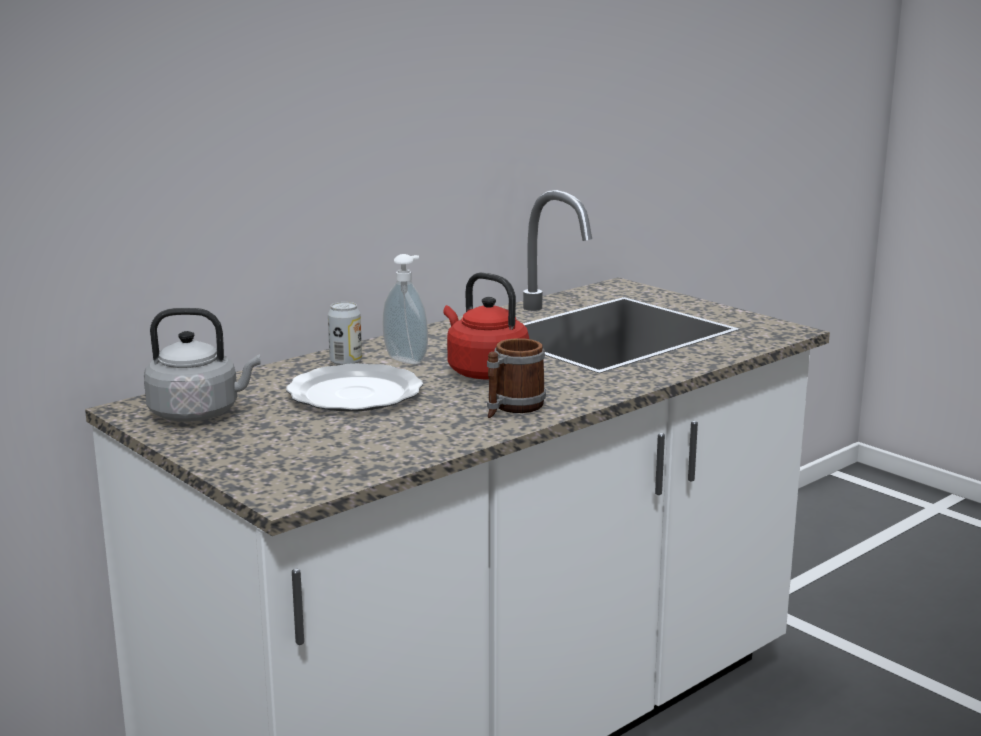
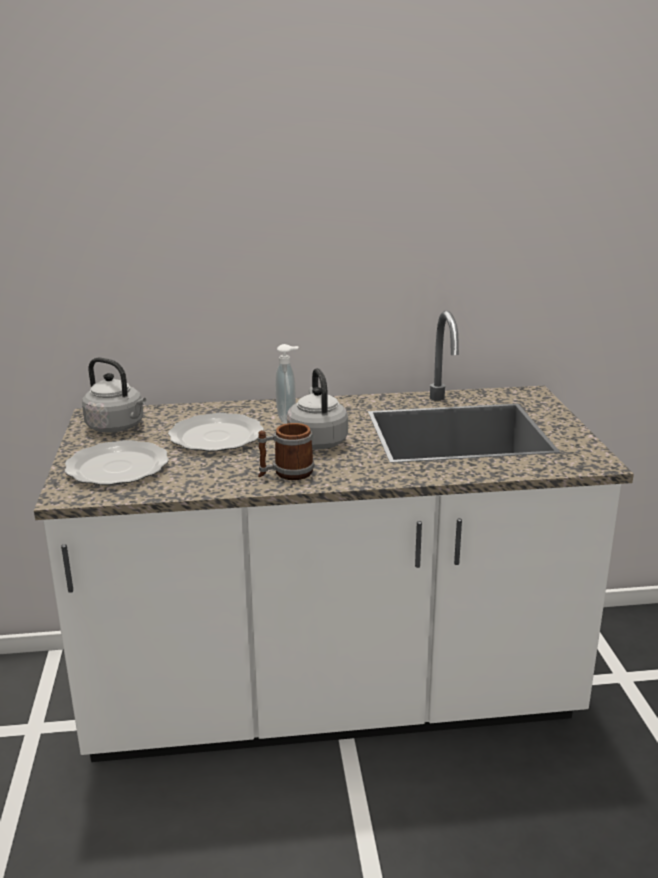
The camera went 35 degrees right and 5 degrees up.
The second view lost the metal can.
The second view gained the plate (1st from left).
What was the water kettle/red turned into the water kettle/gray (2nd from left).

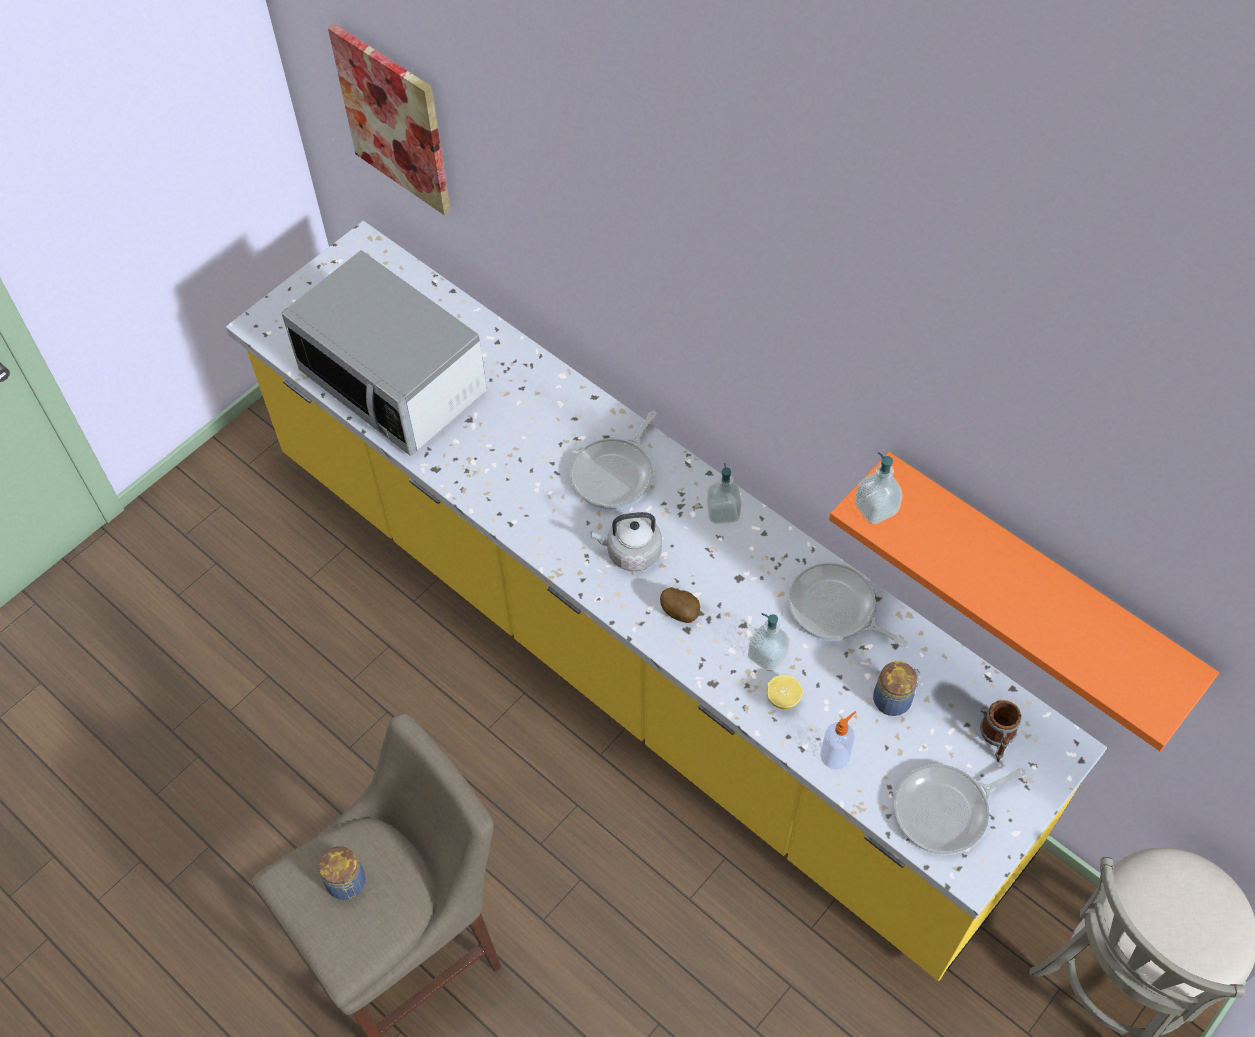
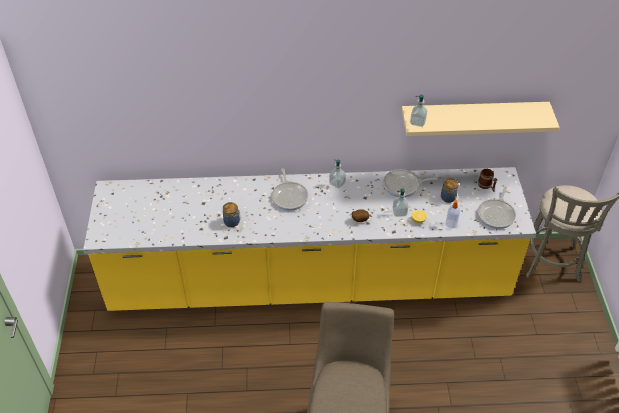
The camera went 45 degrees left and 10 degrees down.
The second view lost the microwave oven.
The second view lost the wall art.
The second view lost the water kettle/gray.
The jar (1st from left) ended up elsewhere.
What was the wall shelf/orange-coloured turned into the wall shelf/sand-coloured.

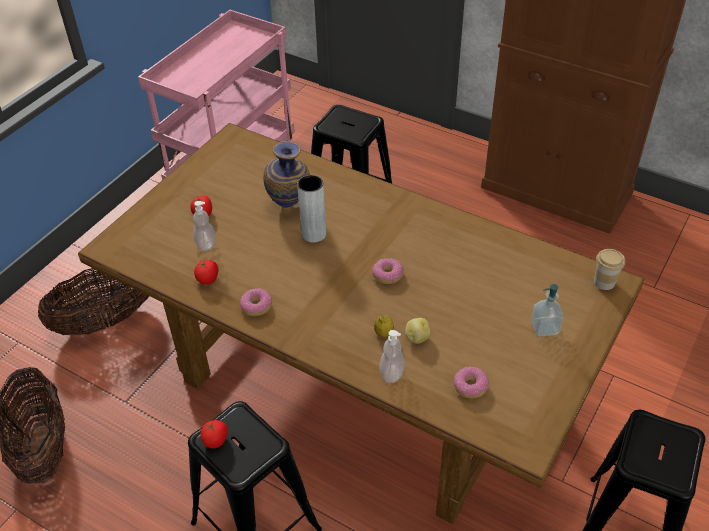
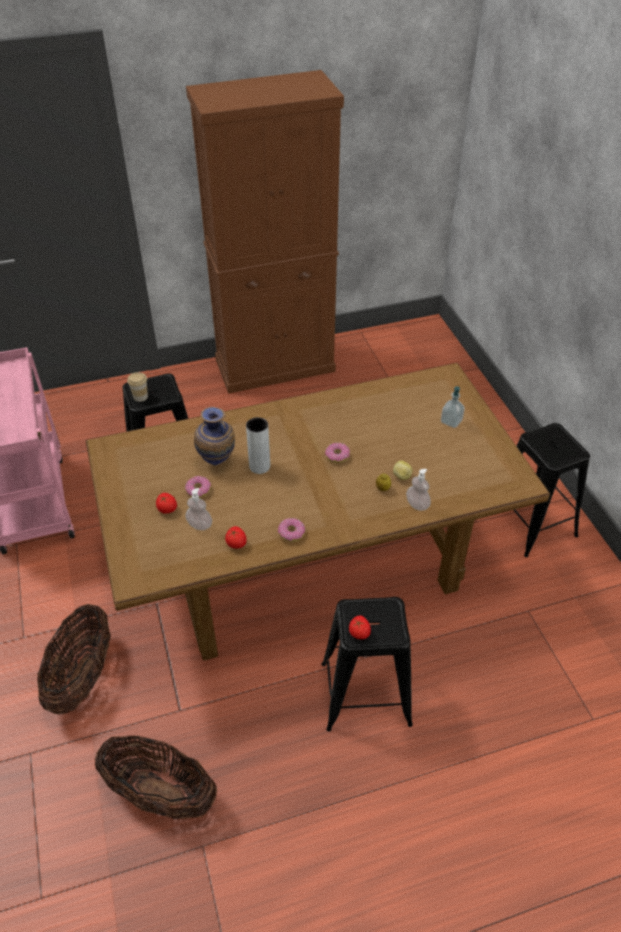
The camera went 50 degrees left and 0 degrees up.
The ring doughnut (3rd from left in the first image) ended up elsewhere.
The cup ended up elsewhere.

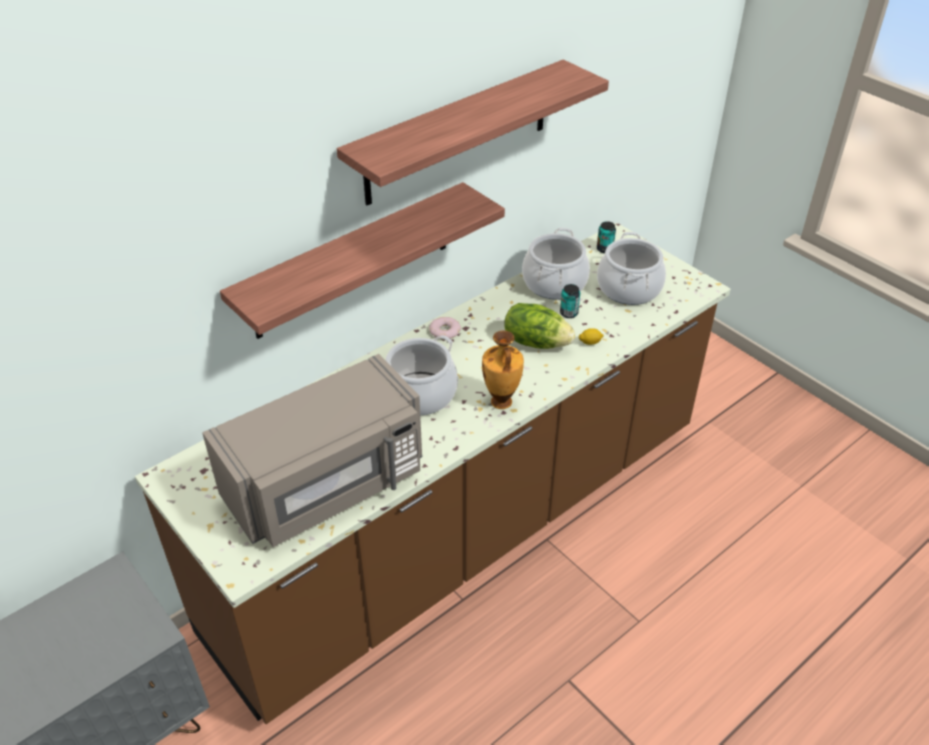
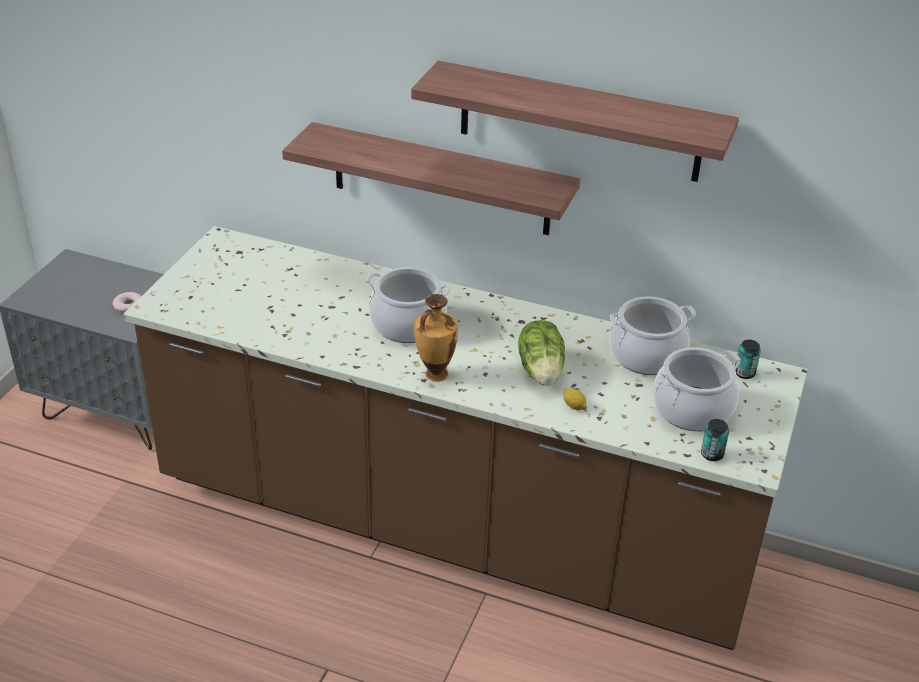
The camera went 60 degrees right and 5 degrees down.
The second view lost the microwave oven/gray.
The ring doughnut ended up elsewhere.
The metal can (1st from left) ended up elsewhere.

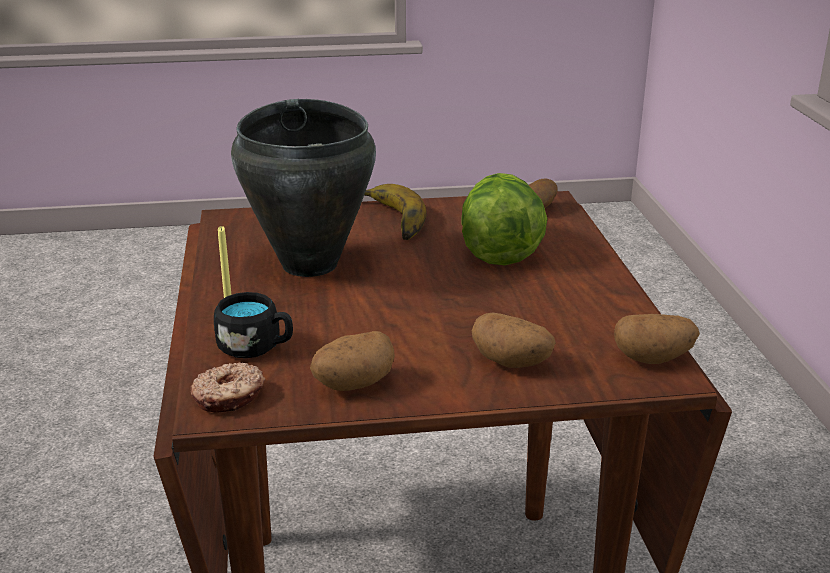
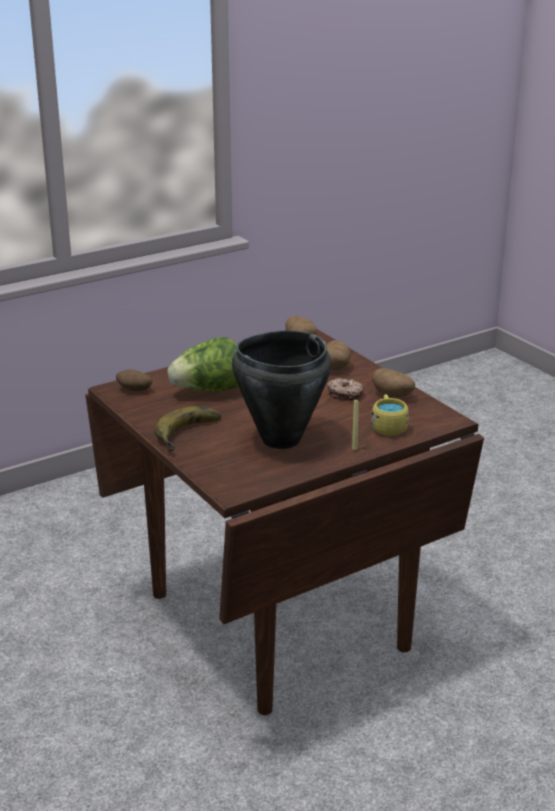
The camera went 115 degrees left and 0 degrees up.
The ring doughnut ended up elsewhere.
What was the coffee mug/blackish turned into the coffee mug/yellow.

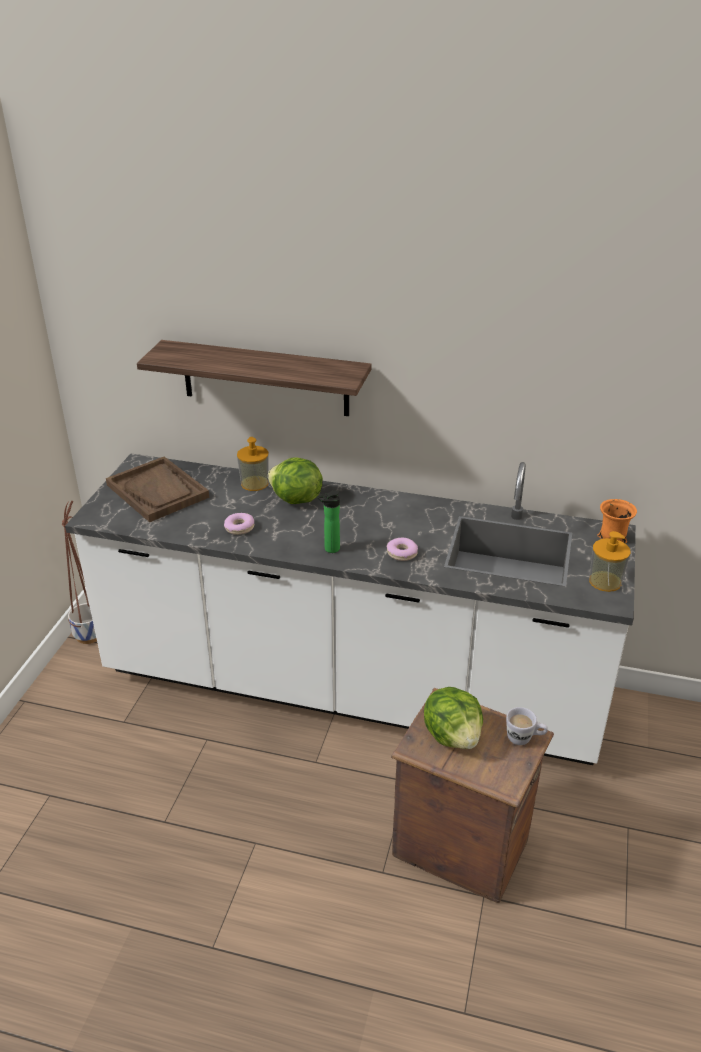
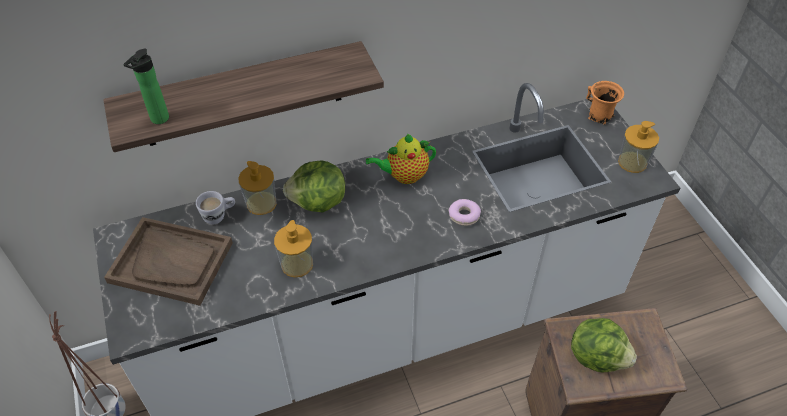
The camera went 35 degrees left and 15 degrees up.
The second view gained the teapot.
The bottle ended up elsewhere.
The coffee mug/white ended up elsewhere.
Where the ring doughnut (1st from left) stood, the liquid soap bottle (2nd from left) came to stand.

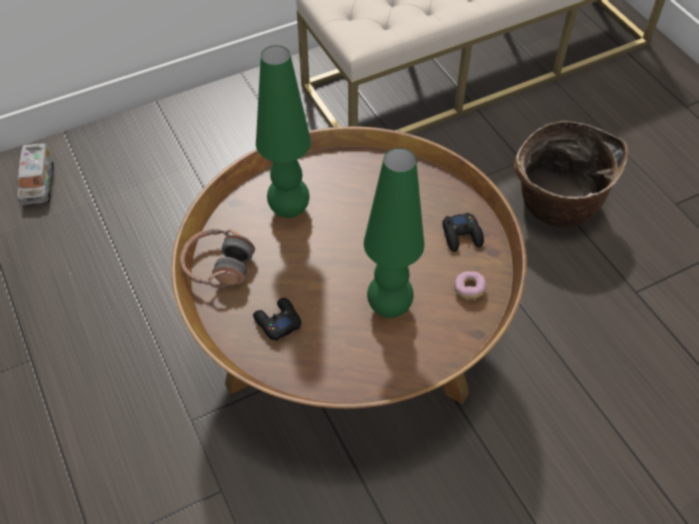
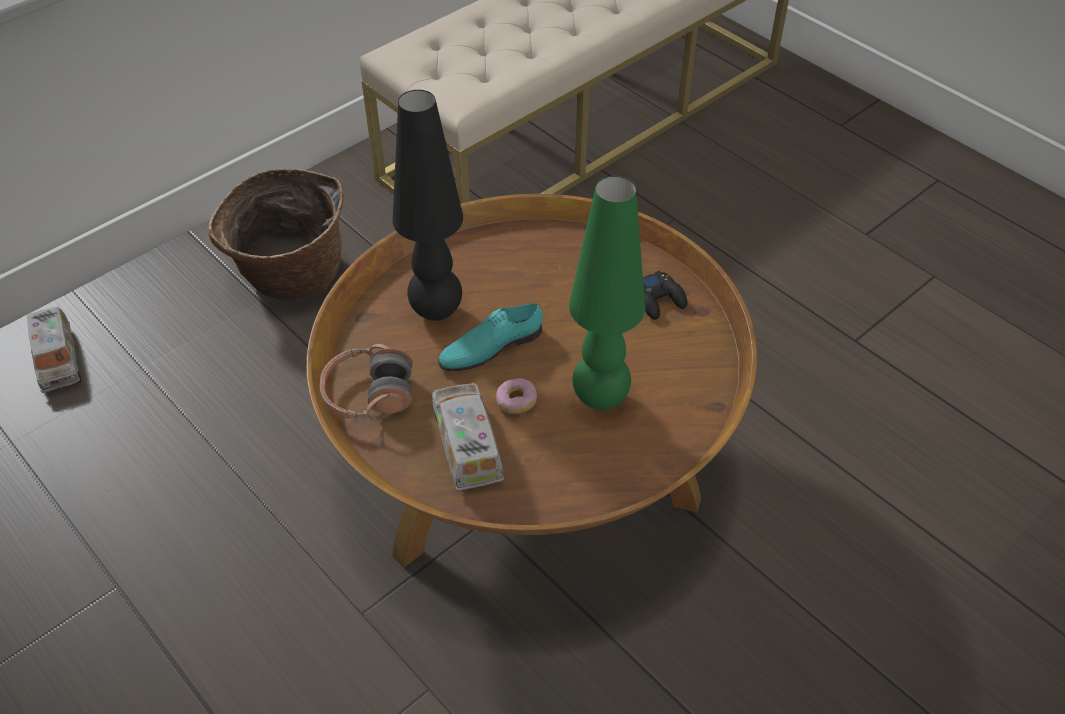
The camera went 15 degrees left and 5 degrees down.
The second view gained the item of footwear/turquoise-coloured.
The ring doughnut ended up elsewhere.
The household basket ended up elsewhere.
Where the gamepad/blackish (1st from left) stood, the model truck (2nd from left) came to stand.
What was the tabletop lamp/green-coloured (1st from left) turned into the tabletop lamp/blackish.

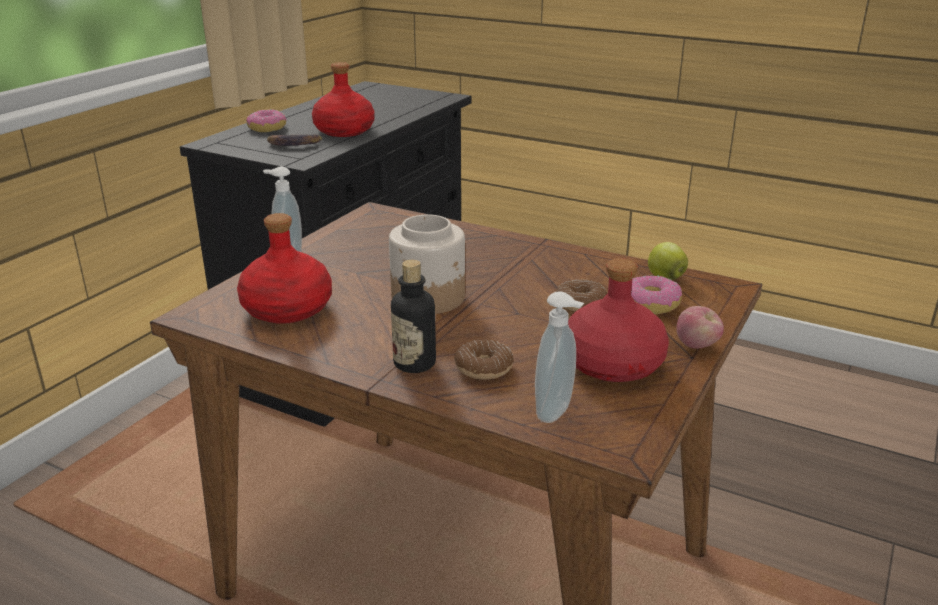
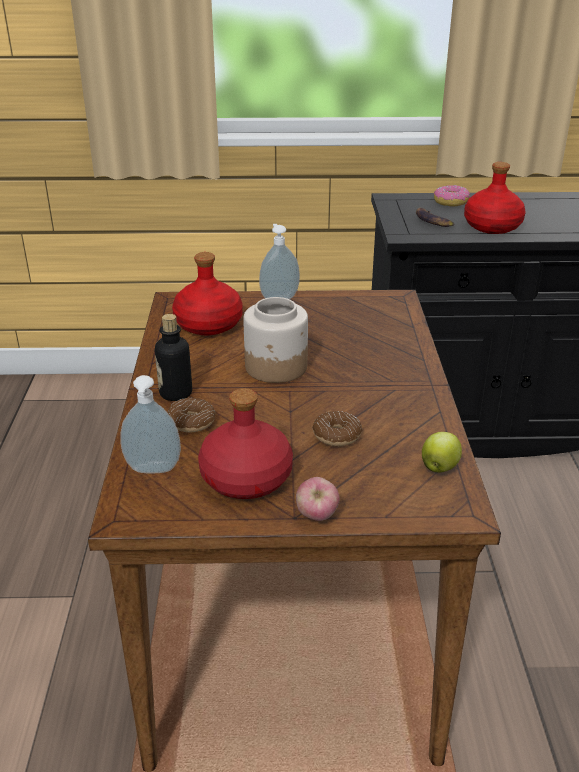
The camera went 60 degrees right and 5 degrees up.
The second view lost the ring doughnut (4th from left).

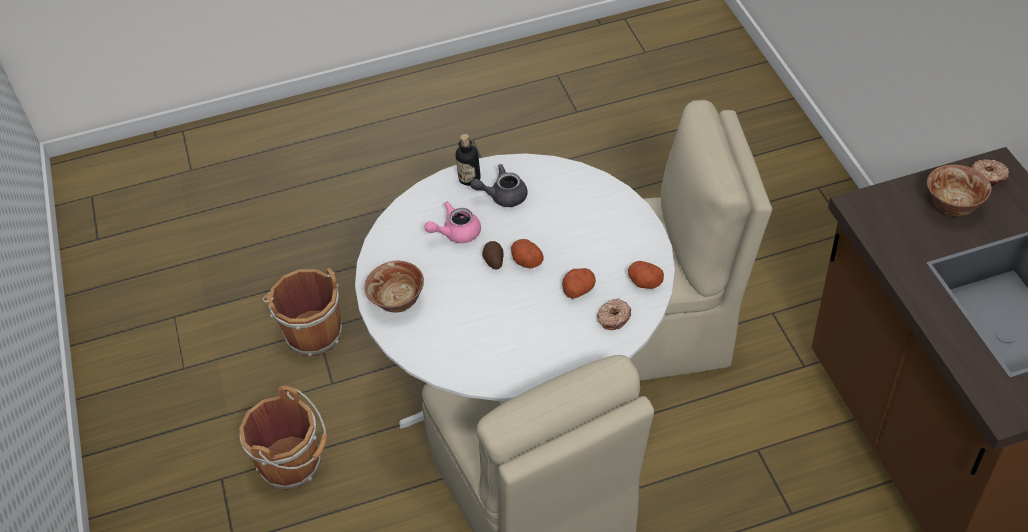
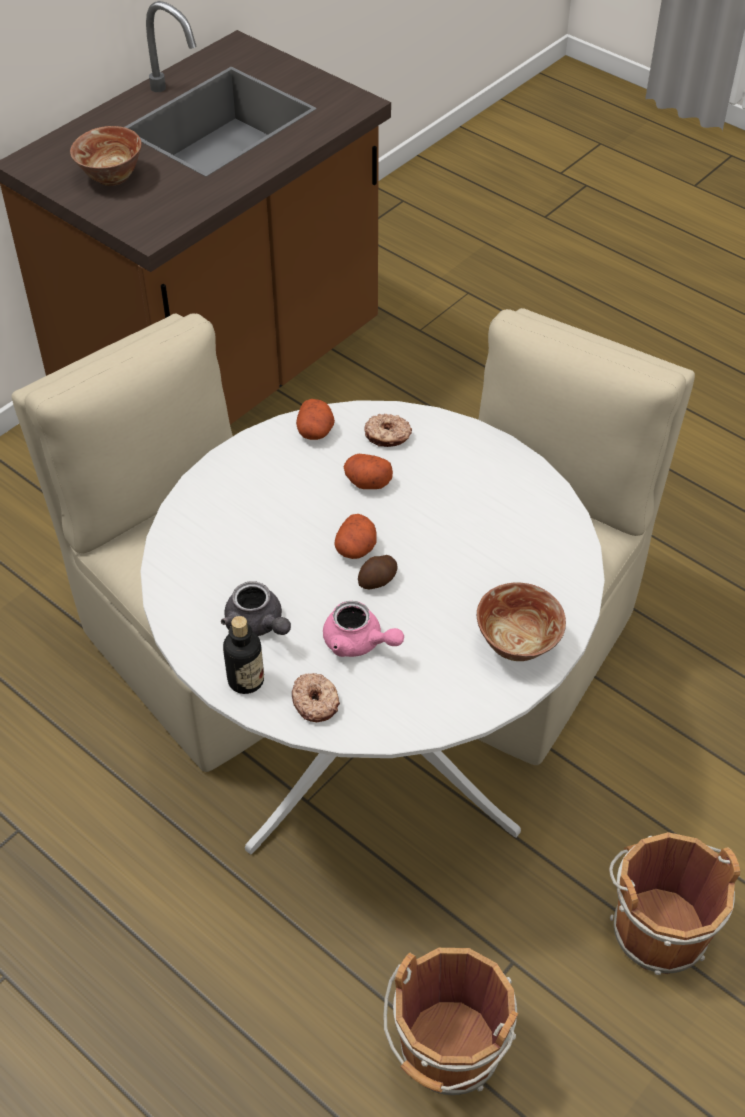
The camera went 125 degrees left and 0 degrees up.
The ring doughnut (2nd from left in the first image) ended up elsewhere.

